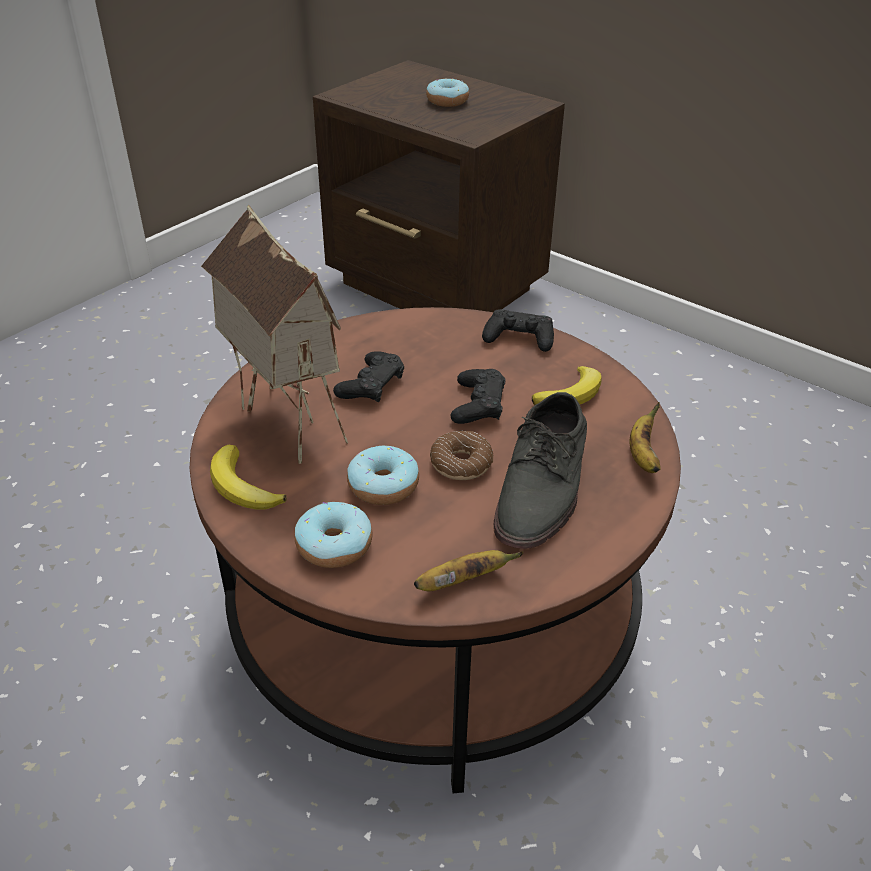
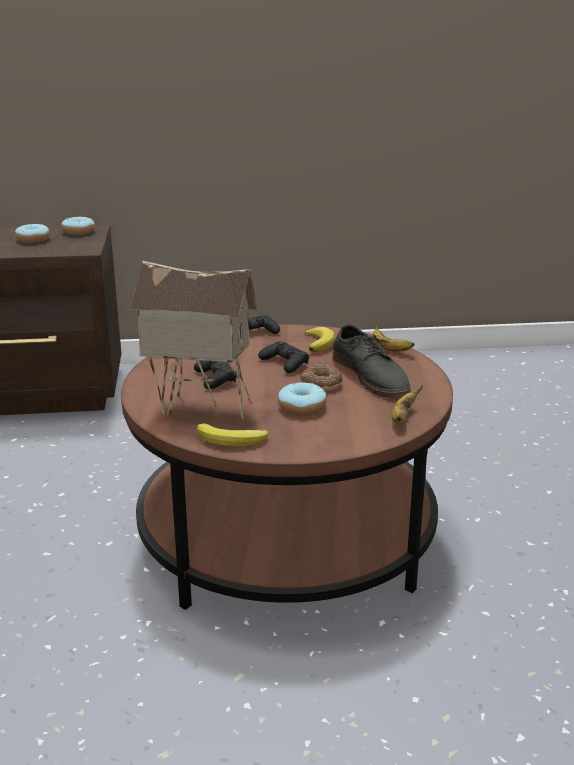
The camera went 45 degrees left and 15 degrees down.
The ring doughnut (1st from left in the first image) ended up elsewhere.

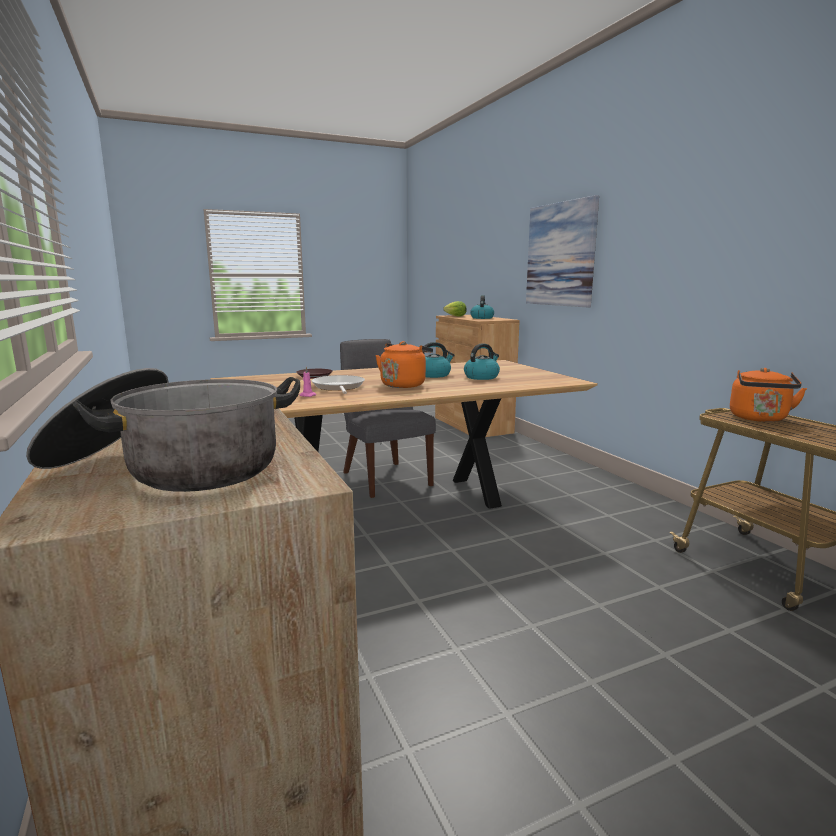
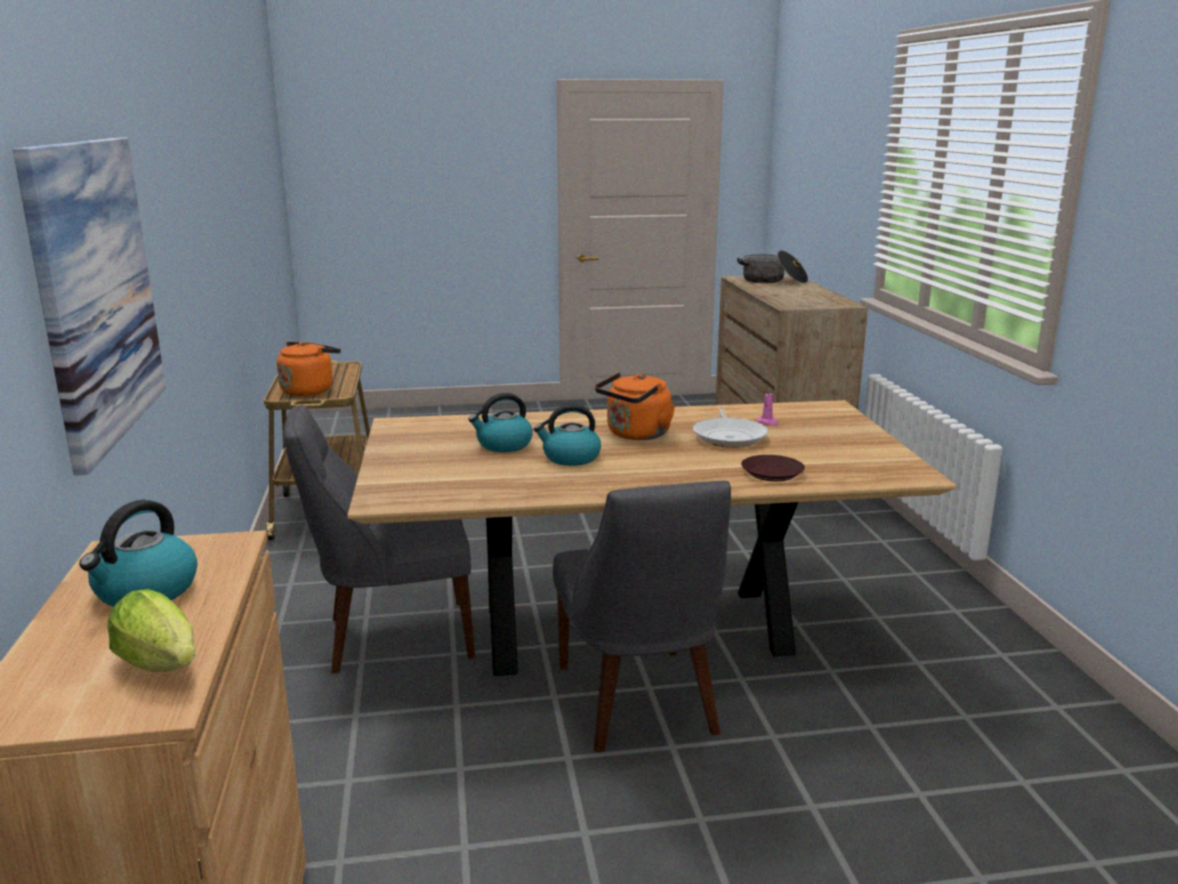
The camera went 165 degrees left and 5 degrees up.
The second view gained the plain chair/gray (1st from left).

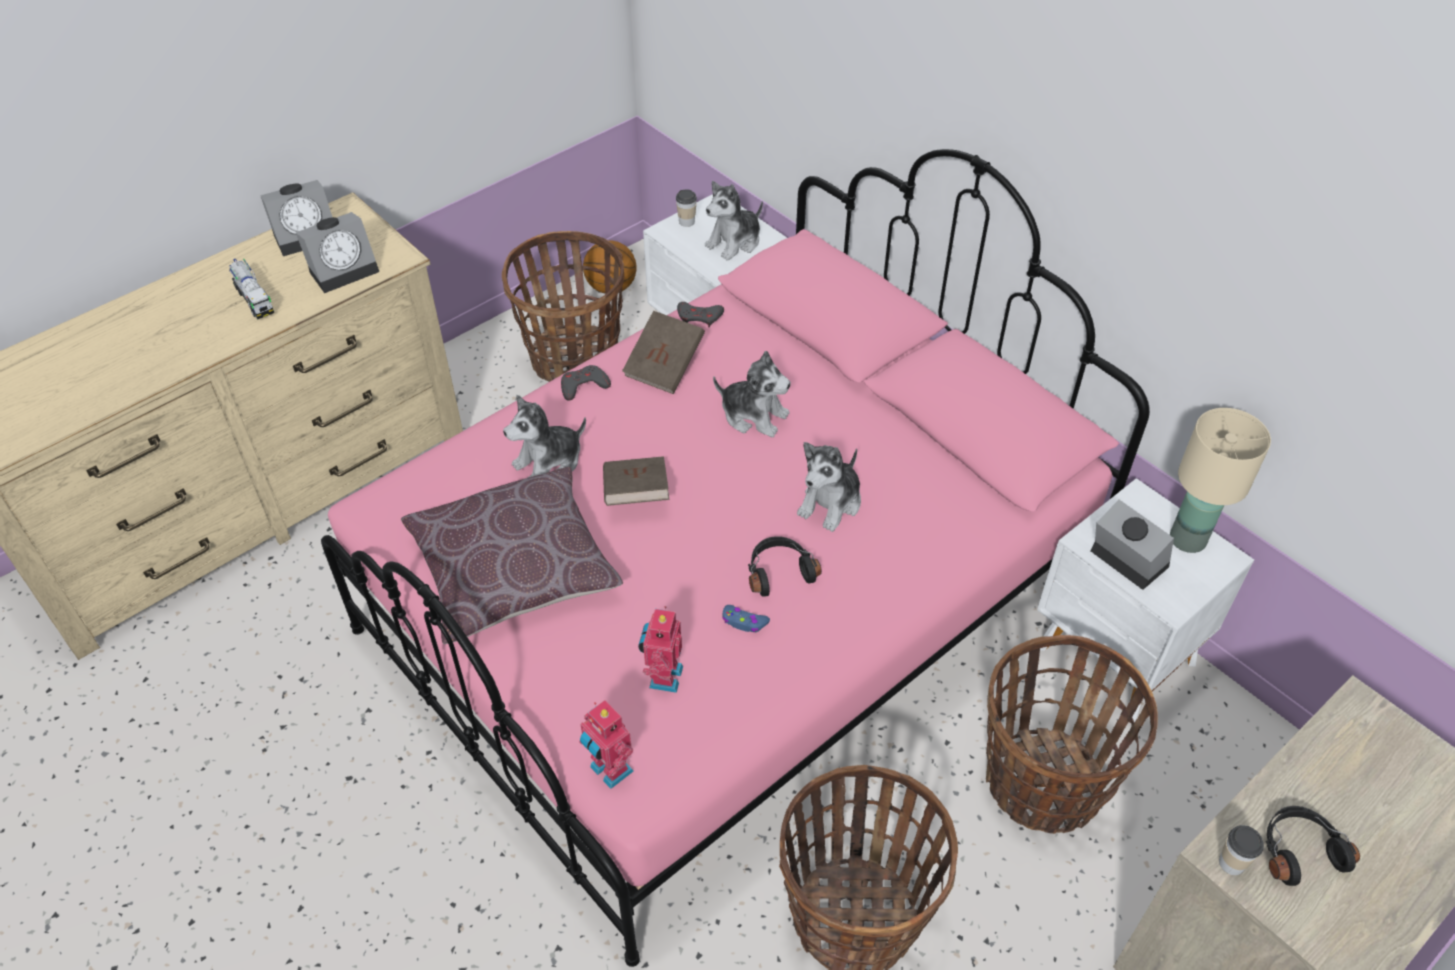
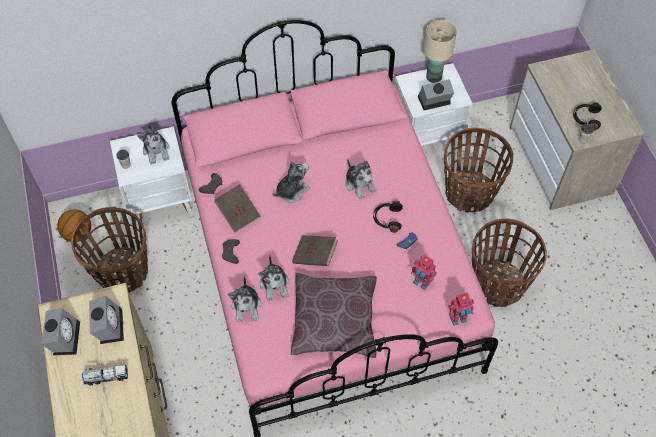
The camera went 65 degrees left and 10 degrees up.
The second view gained the cuddly toy (2nd from left).

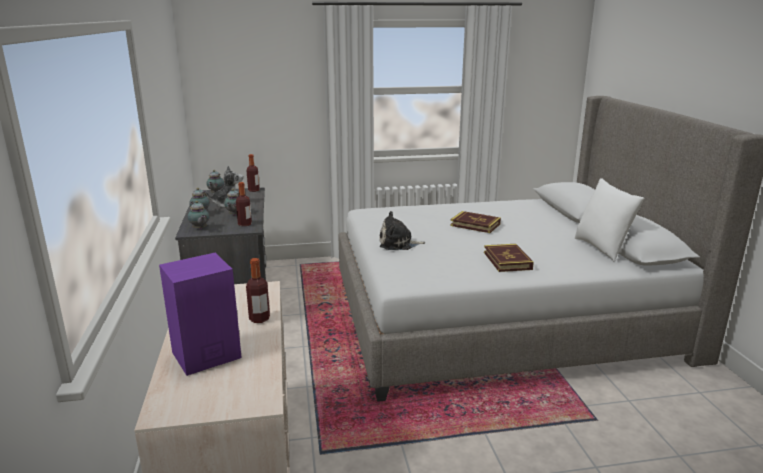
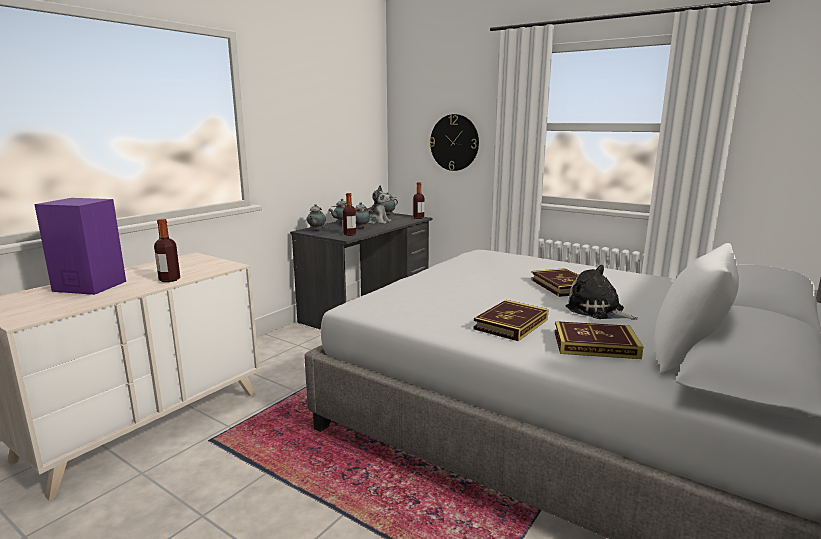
The camera went 45 degrees right and 5 degrees down.
The second view gained the hanging clock.
The second view gained the bound book (3rd from left).
The cuddly toy (2nd from left) ended up elsewhere.

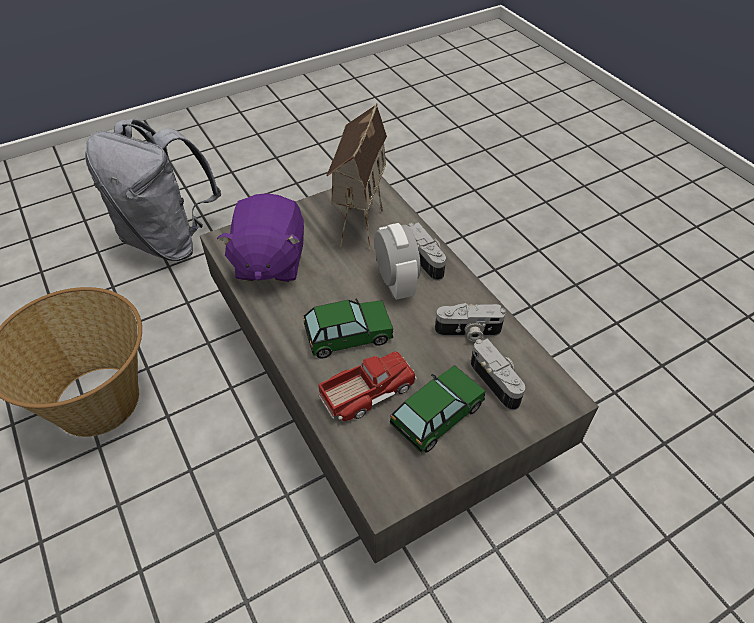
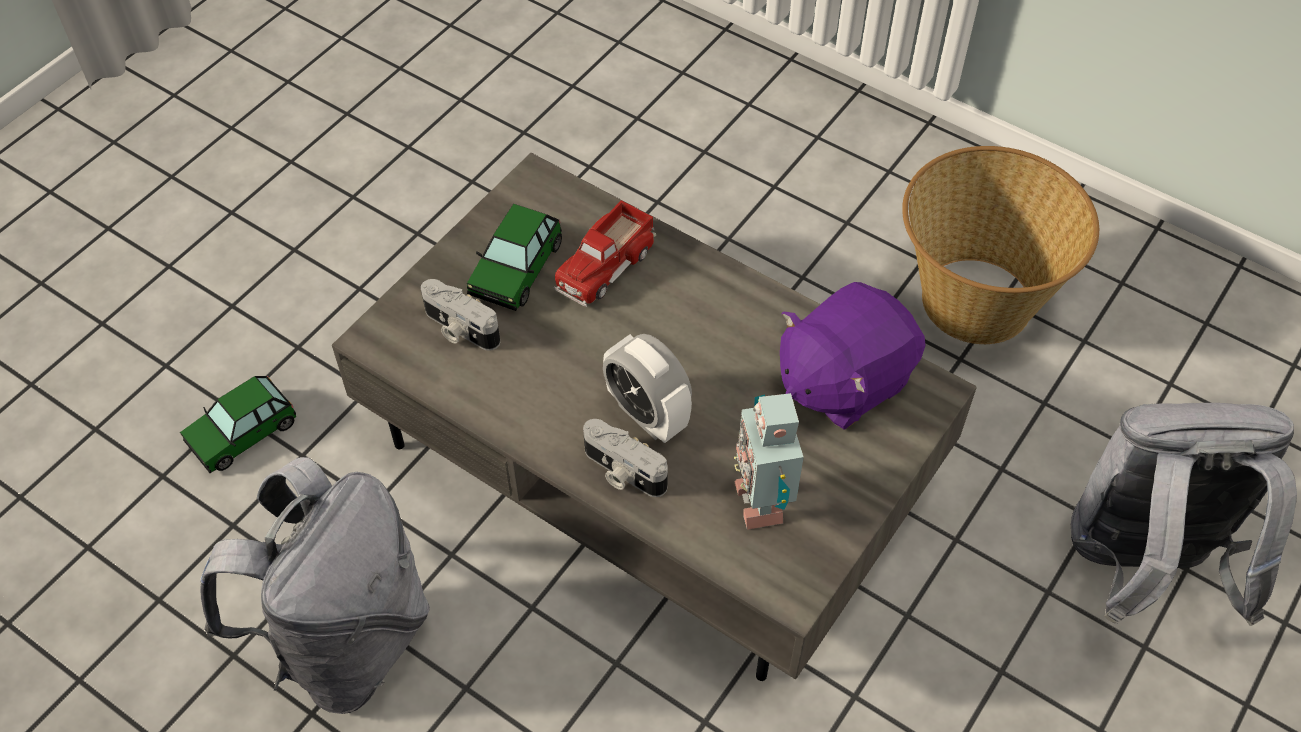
The camera went 155 degrees right and 5 degrees up.
The second view lost the photo camera (2nd from left).
The second view gained the backpack/gray (1st from left).
The toy car (1st from left) ended up elsewhere.
Where the model house stood, the robot figure came to stand.
The cuddly toy/purple-coloured ended up facing another way, 105 degrees counterclockwise from before.

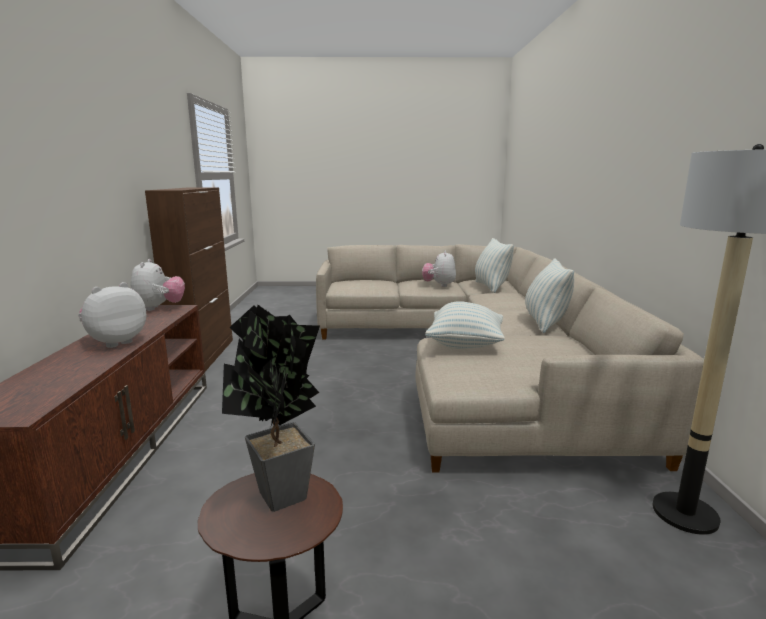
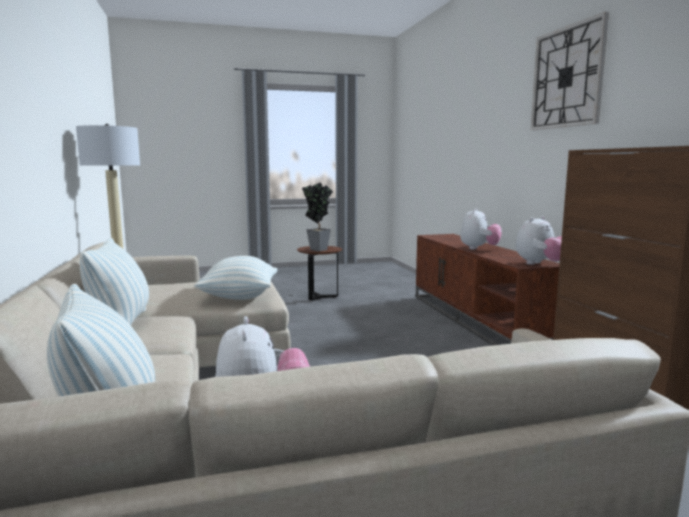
The camera went 165 degrees right and 5 degrees down.
The second view gained the hanging clock.
The cuddly toy (2nd from left in the first image) ended up facing another way, 105 degrees counterclockwise from before.

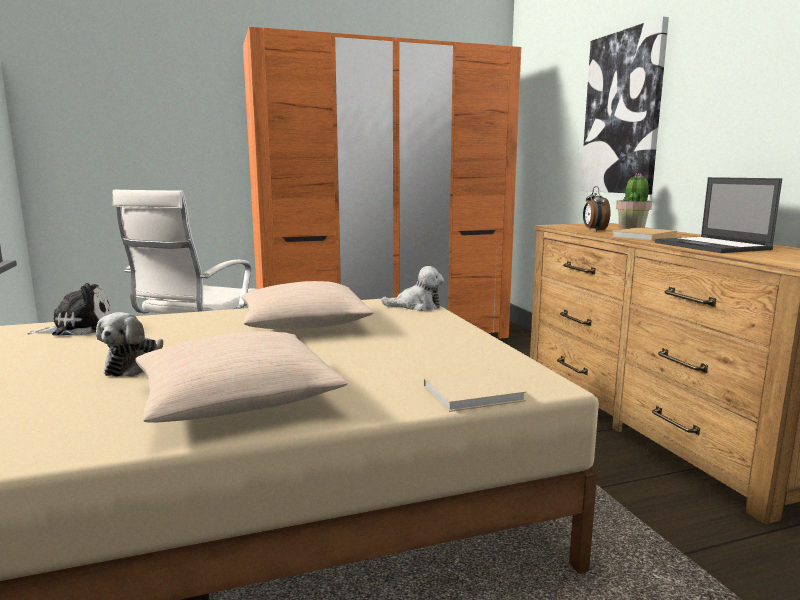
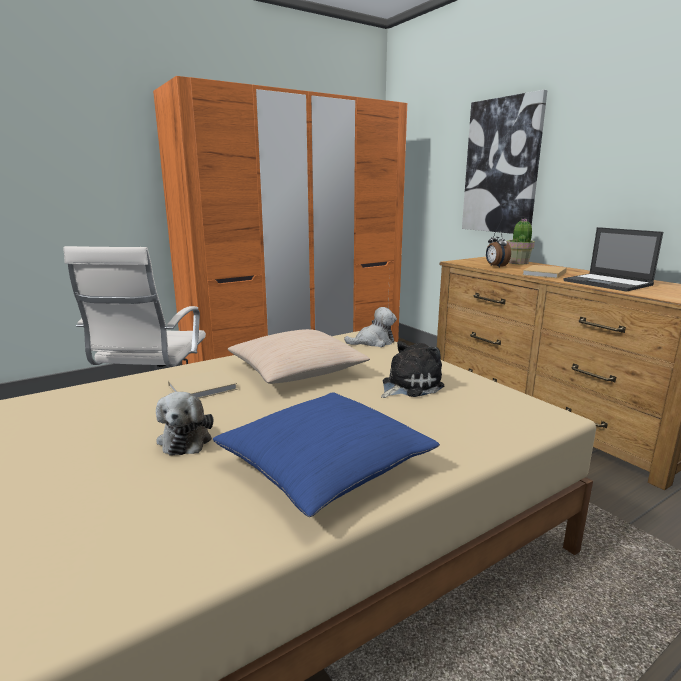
The camera went 15 degrees left and 5 degrees up.
The cuddly toy (1st from left in the first image) ended up elsewhere.
The bound book/sand-coloured (1st from left) ended up elsewhere.
What was the throw pillow/sand-coloured (1st from left) turned into the throw pillow/blue.

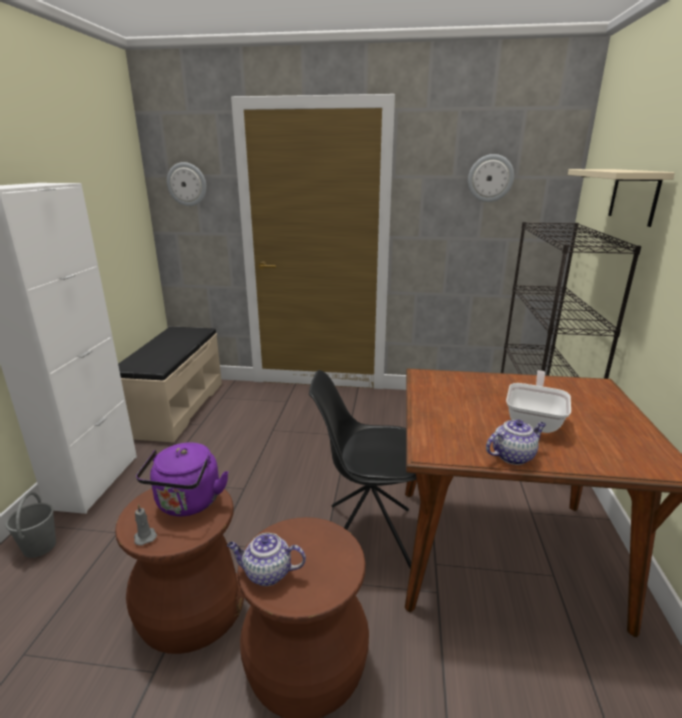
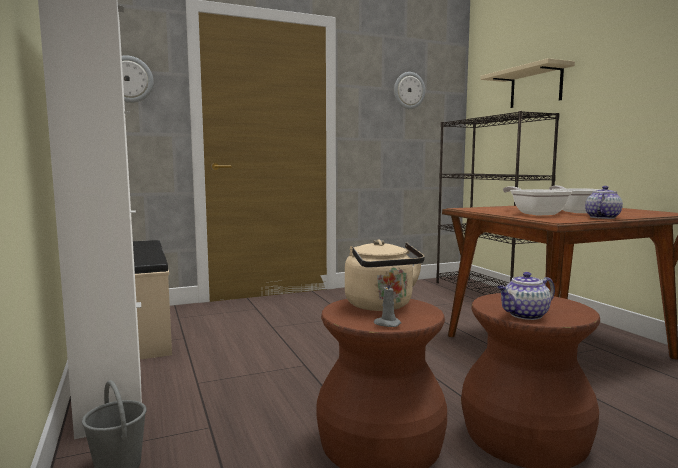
The camera went 30 degrees left and 15 degrees down.
The second view lost the plain chair/blackish.
The second view gained the skillet (1st from left).
What was the water kettle/purple-coloured turned into the water kettle/sand-coloured.

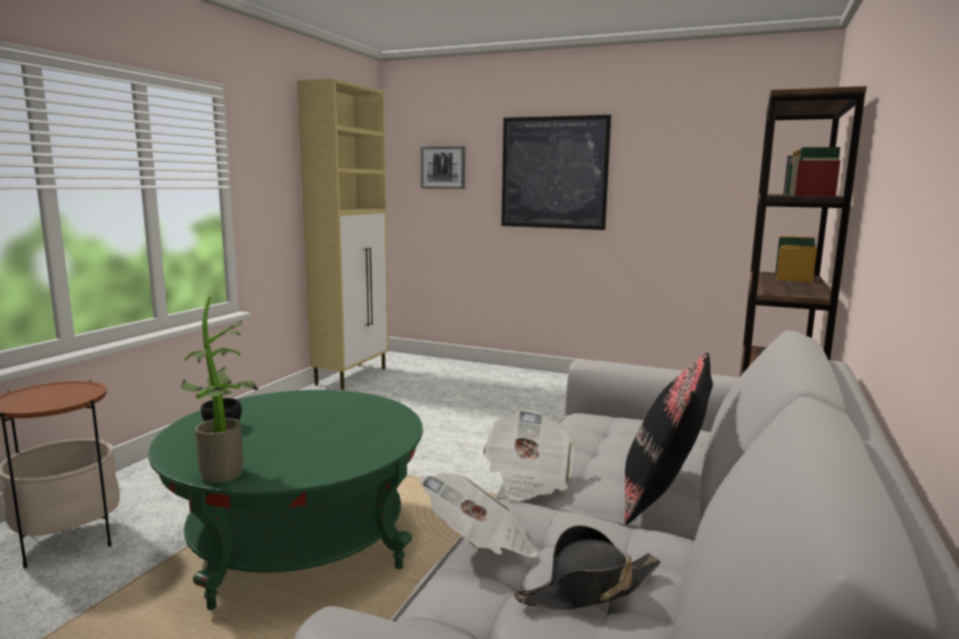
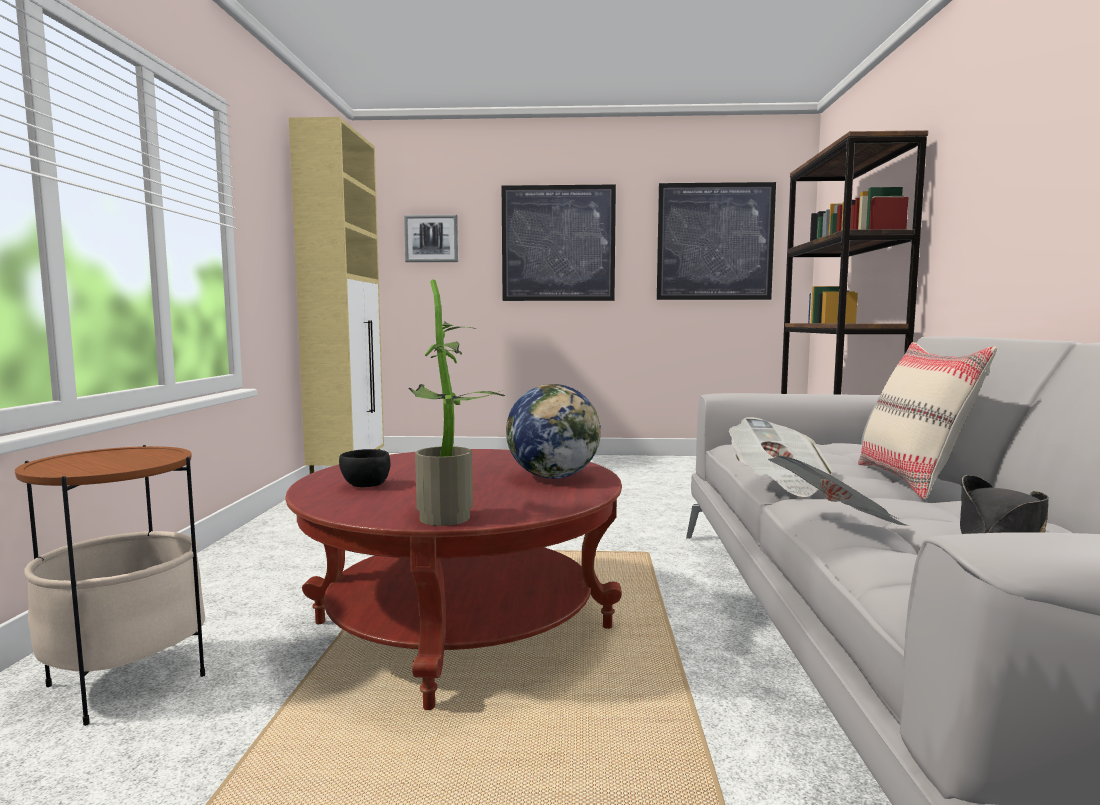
The camera went 20 degrees left and 5 degrees down.
The second view gained the desk globe.
The second view gained the wall art (3rd from left).
What was the lounge table/green-coloured turned into the lounge table/red.
What was the throw pillow/blackish turned into the throw pillow/sand-coloured.

